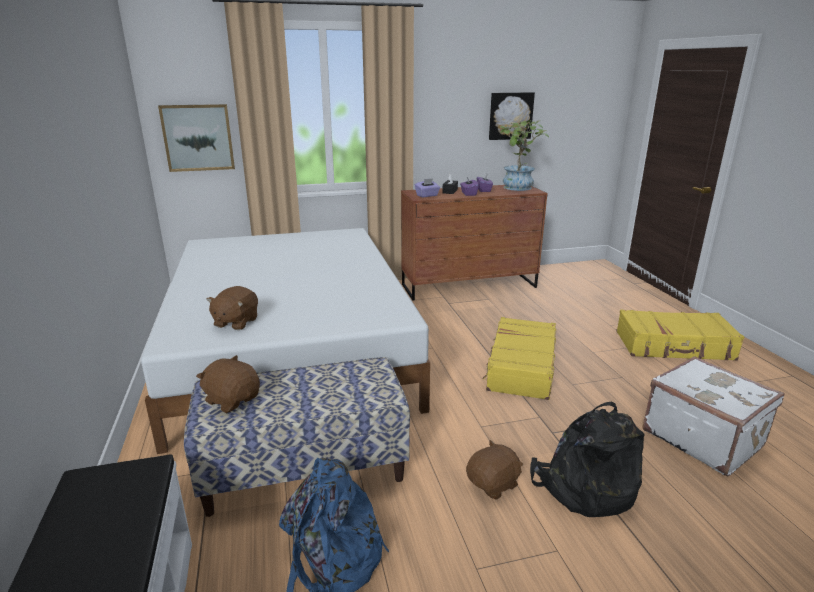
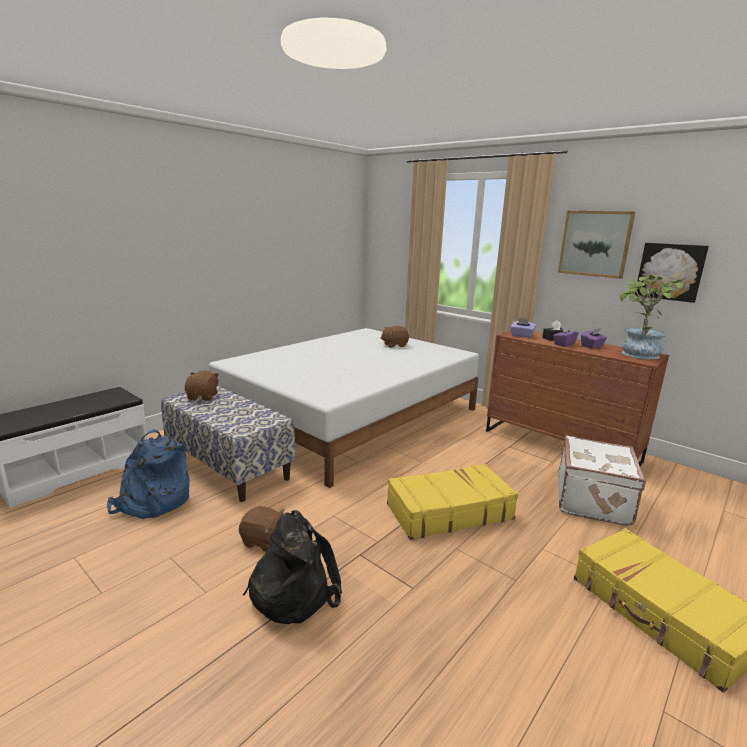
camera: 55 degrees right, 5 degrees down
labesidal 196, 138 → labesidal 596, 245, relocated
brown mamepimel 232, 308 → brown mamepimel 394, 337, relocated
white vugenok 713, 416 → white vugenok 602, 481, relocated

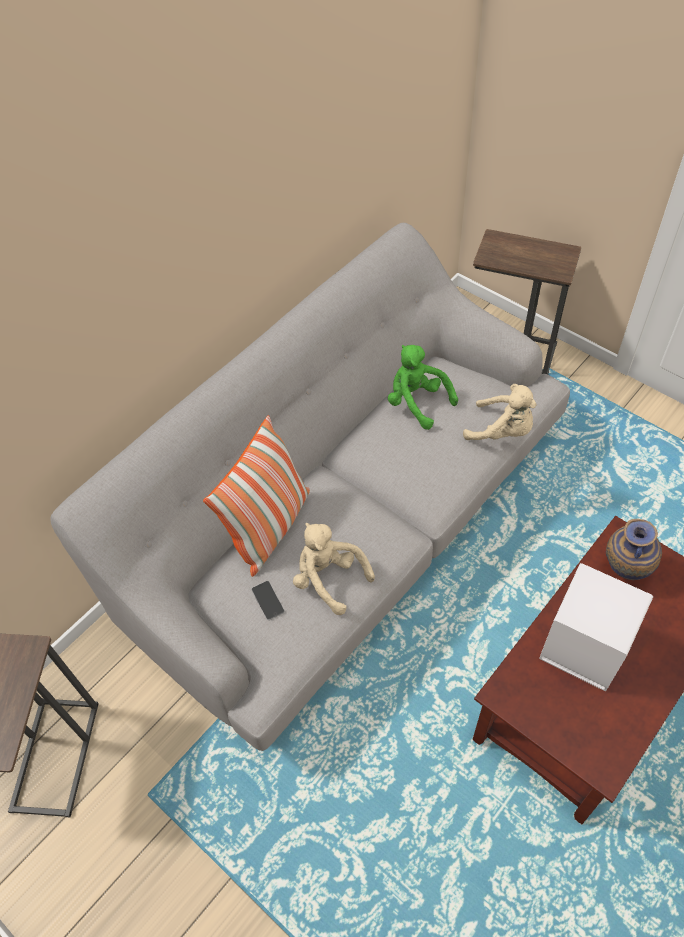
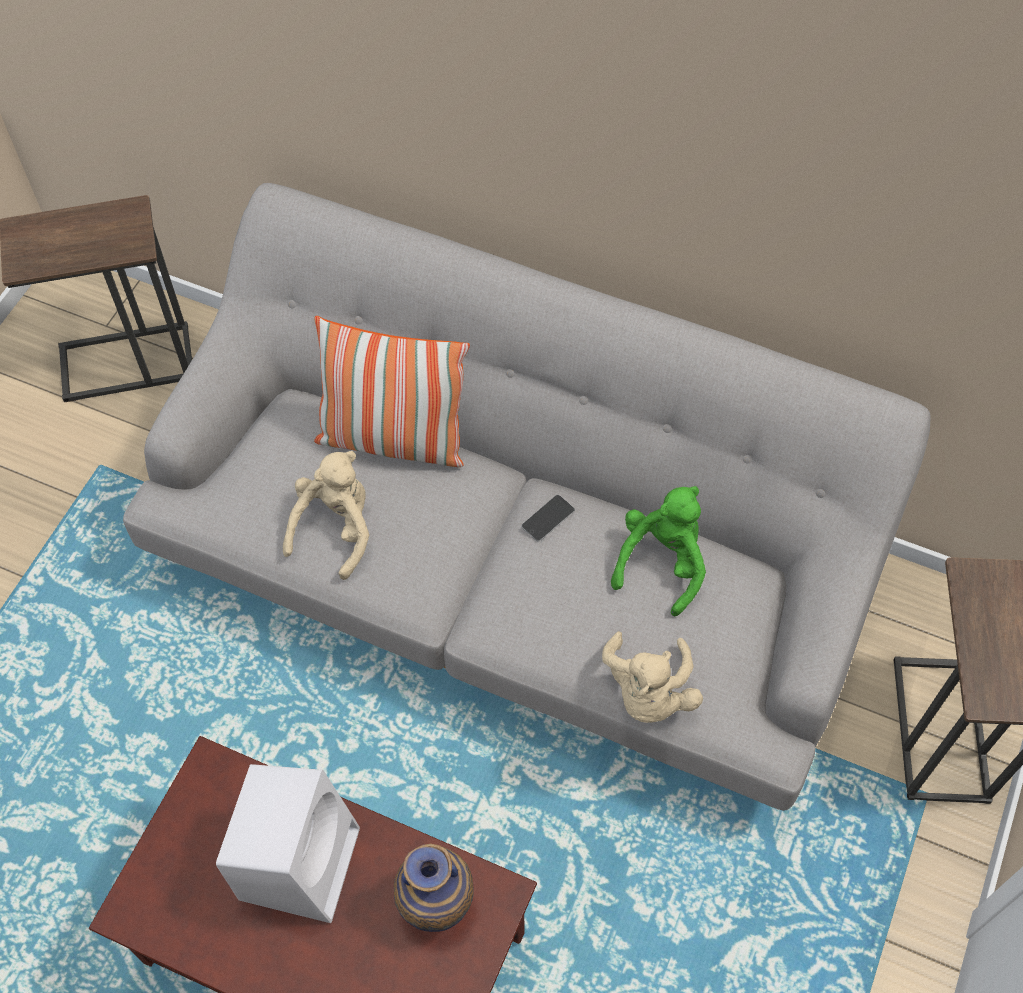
camera: 70 degrees right, 5 degrees up
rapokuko 268, 600 → rapokuko 548, 518, relocated

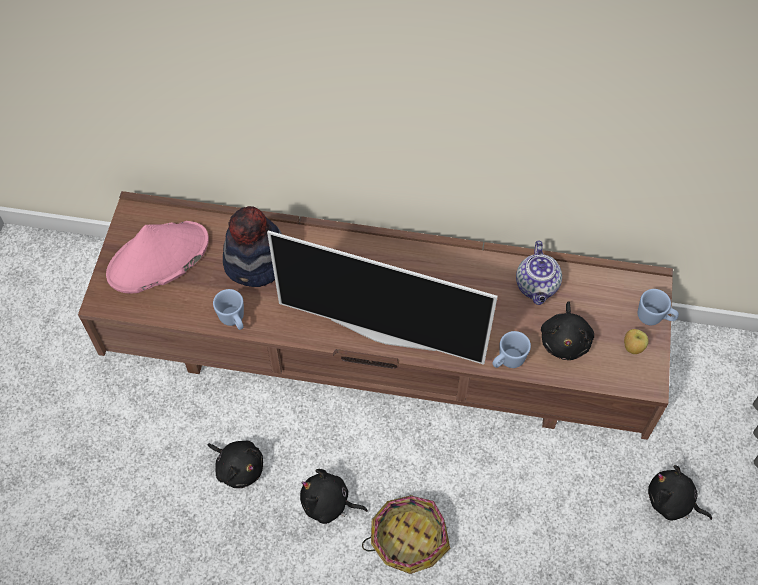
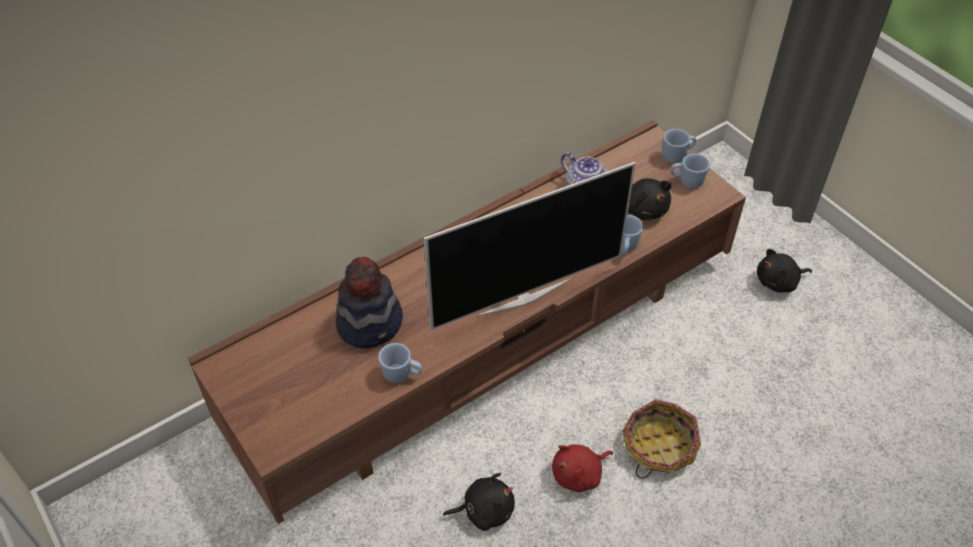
camera: 45 degrees left, 10 degrees down
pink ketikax 157, 257 → -
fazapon 636, 341 → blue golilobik 690, 171
black mamepimel 334, 496 → red mamepimel 582, 468

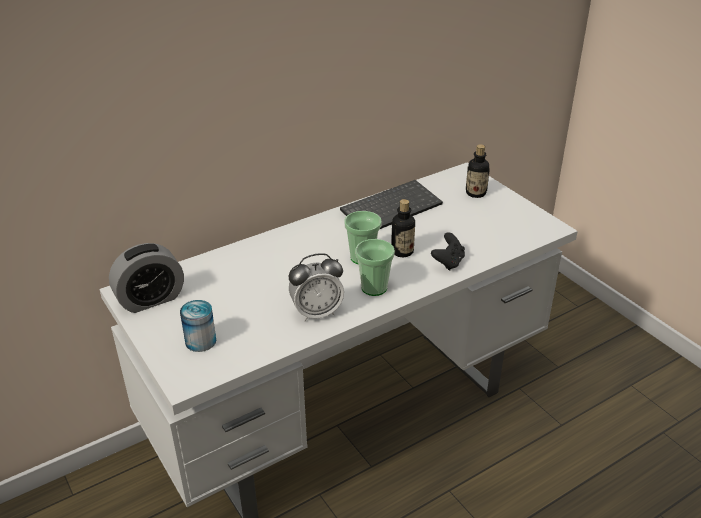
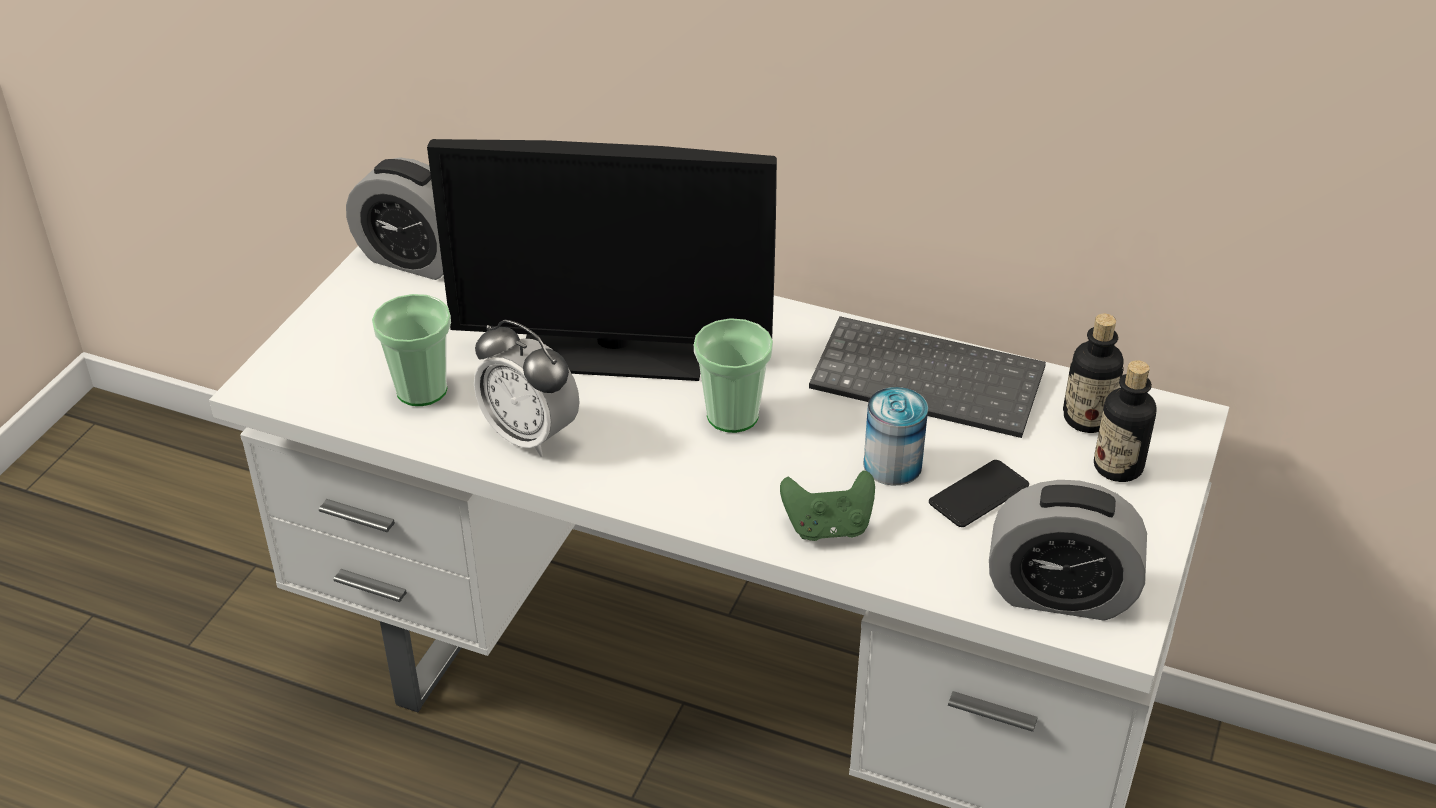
camera: 55 degrees right, 5 degrees up
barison 403, 228 → barison 1093, 373, relocated
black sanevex 448, 251 → green sanevex 827, 506
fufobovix 375, 267 → fufobovix 411, 350, relocated
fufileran 198, 326 → fufileran 895, 436, relocated
- → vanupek 602, 260
- → rapokuko 979, 493
- → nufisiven 1068, 550

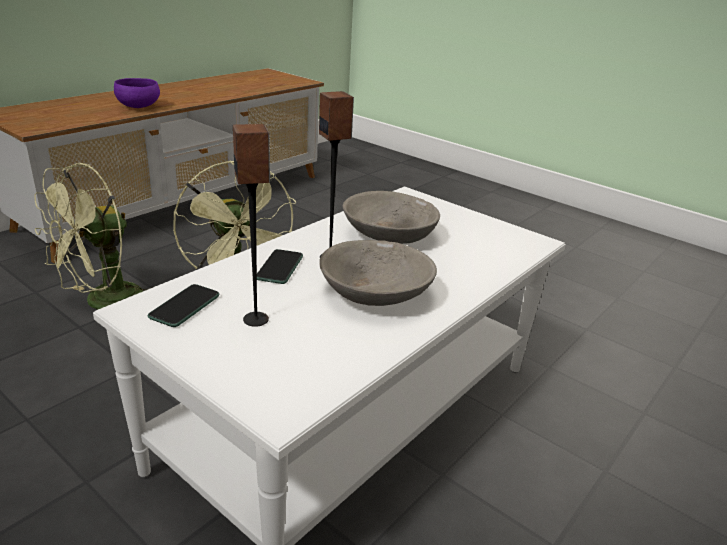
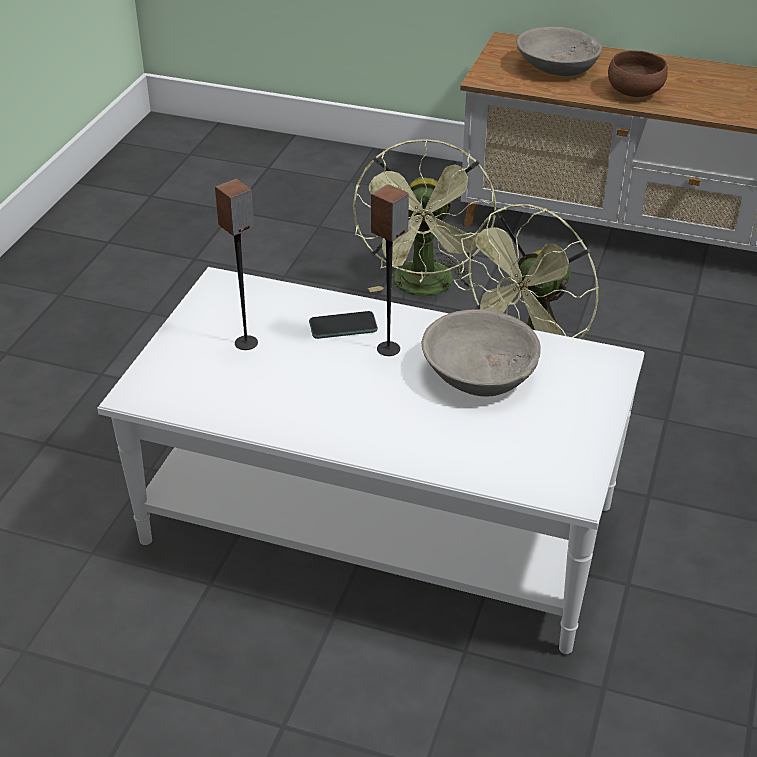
camera: 70 degrees right, 10 degrees up
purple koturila 137, 93 → brown koturila 638, 73
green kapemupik 94, 236 → green kapemupik 424, 217, 105 degrees counterclockwise
grey koturila 378, 273 → grey koturila 559, 51, relocated
rapokuko 183, 305 → -

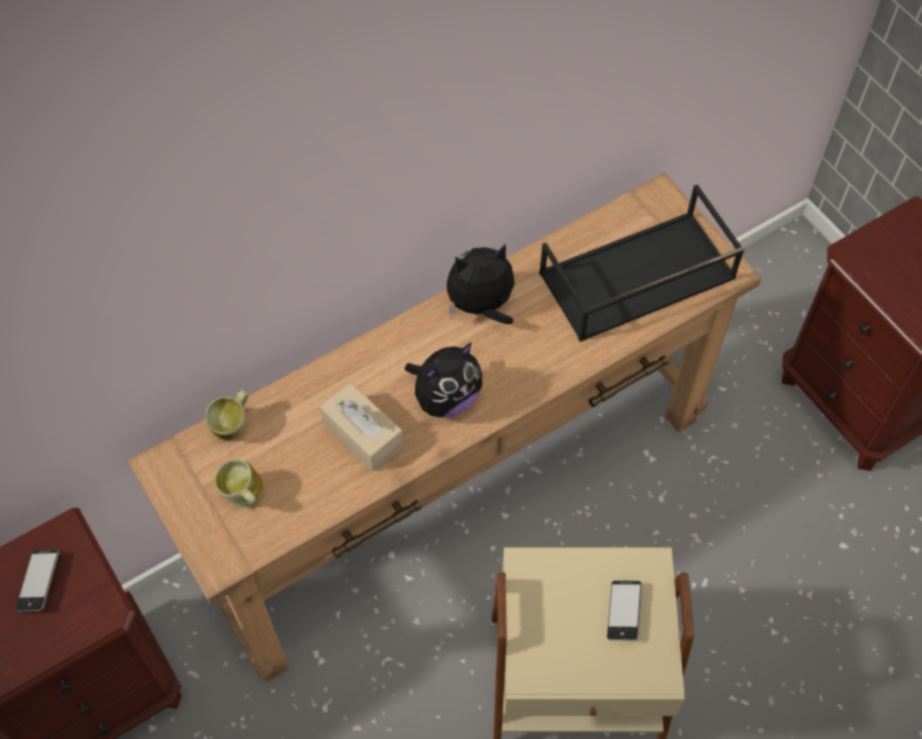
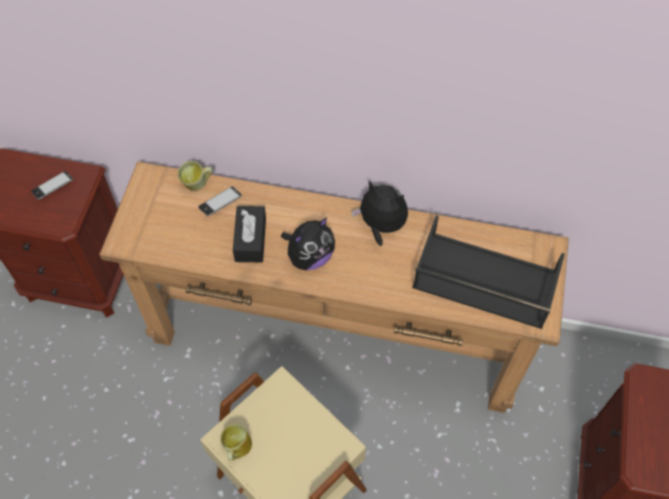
camera: 45 degrees right, 0 degrees up
mamepimel 443, 380 → mamepimel 308, 244, 45 degrees counterclockwise
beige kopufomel 361, 427 → black kopufomel 249, 234
golilobik 239, 483 → golilobik 236, 442, relocated
rapokuko 624, 611 → rapokuko 220, 201, relocated

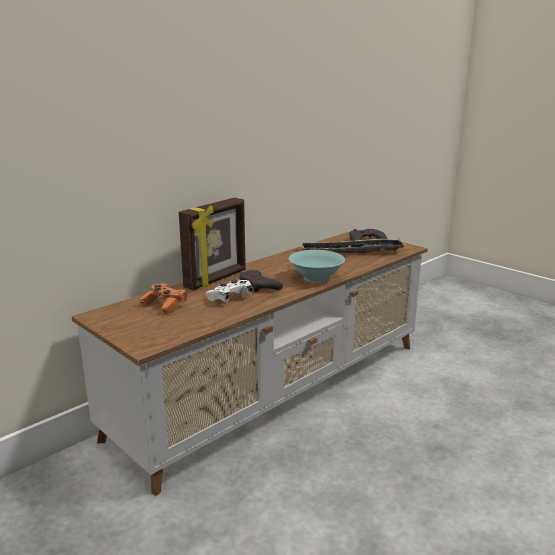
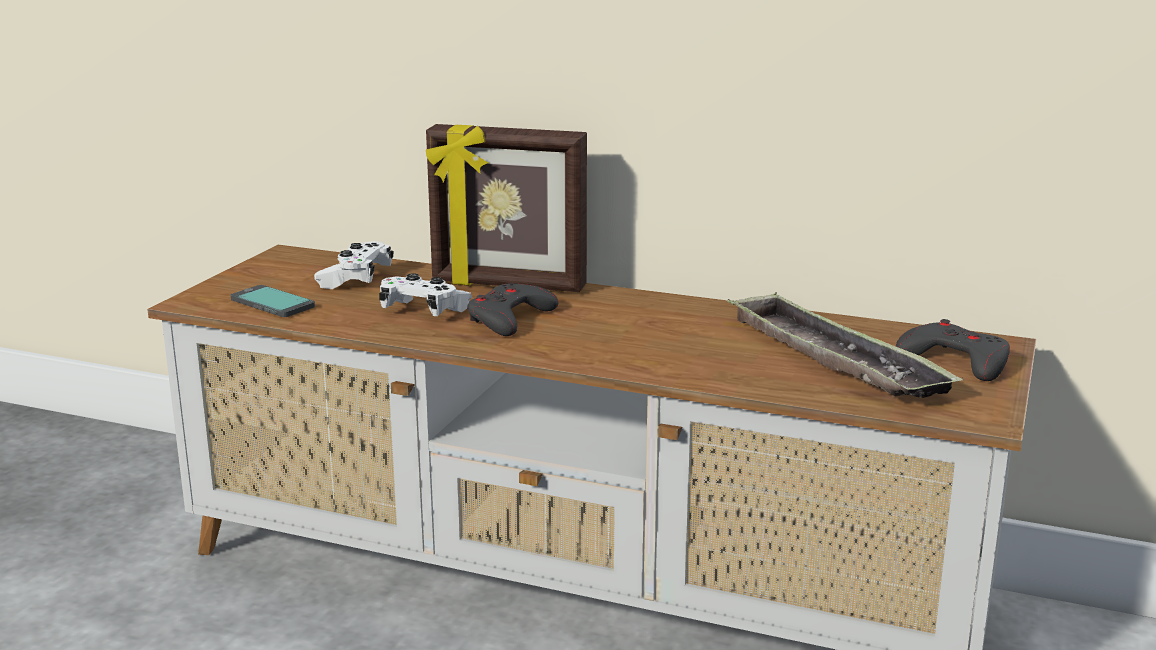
camera: 65 degrees right, 0 degrees up
turquoise koturila 317, 266 → -
orange sanevex 163, 298 → white sanevex 353, 265
- → rapokuko 273, 301

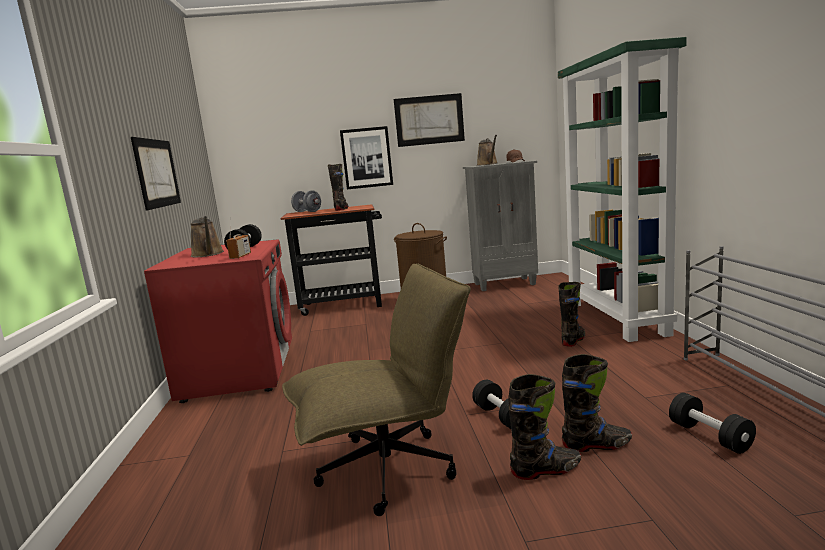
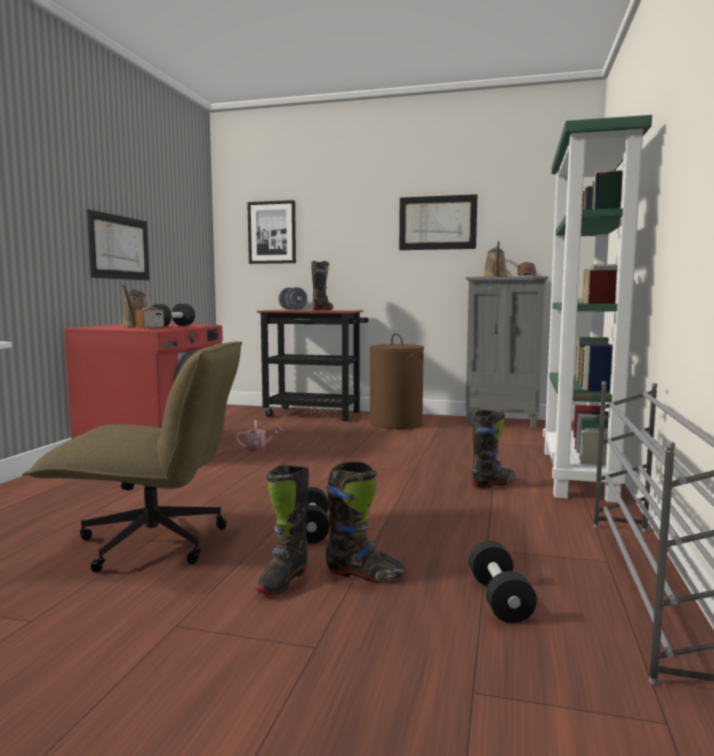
camera: 20 degrees right, 5 degrees down
labesidal 366, 157 → labesidal 271, 232, relocated
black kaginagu 544, 427 → black kaginagu 282, 530, 105 degrees clockwise
- → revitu 259, 436

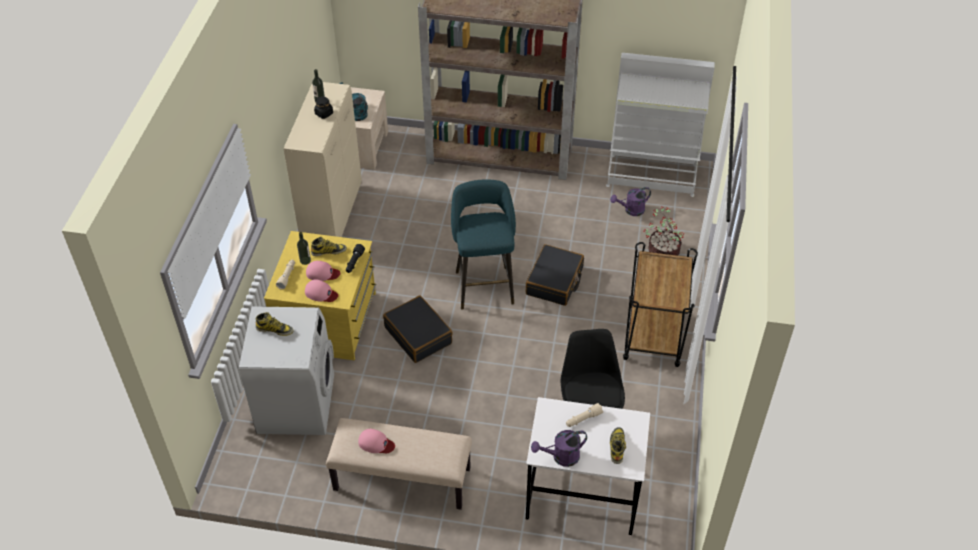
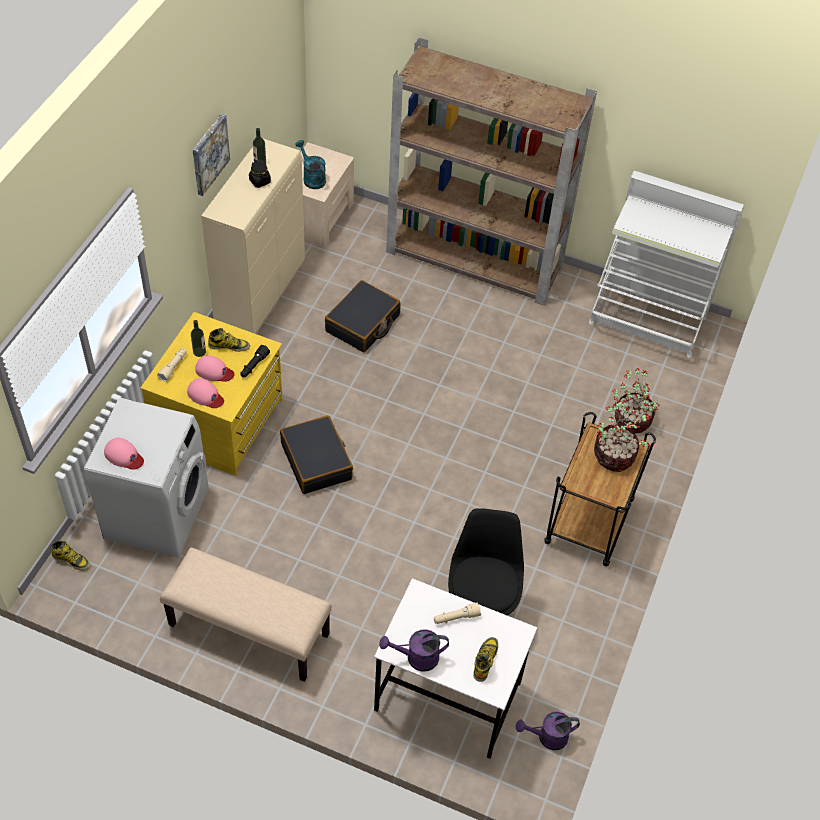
camera: 10 degrees right, 5 degrees up
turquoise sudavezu 483, 244 → -
purple revitu 630, 201 → purple revitu 548, 730, relocated
black vugenok 555, 275 → black vugenok 363, 316, relocated
kaginagu 274, 324 → kaginagu 71, 556, relocated
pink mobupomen 376, 441 → pink mobupomen 124, 454, relocated
- → labesidal 211, 154
- → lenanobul 622, 435

